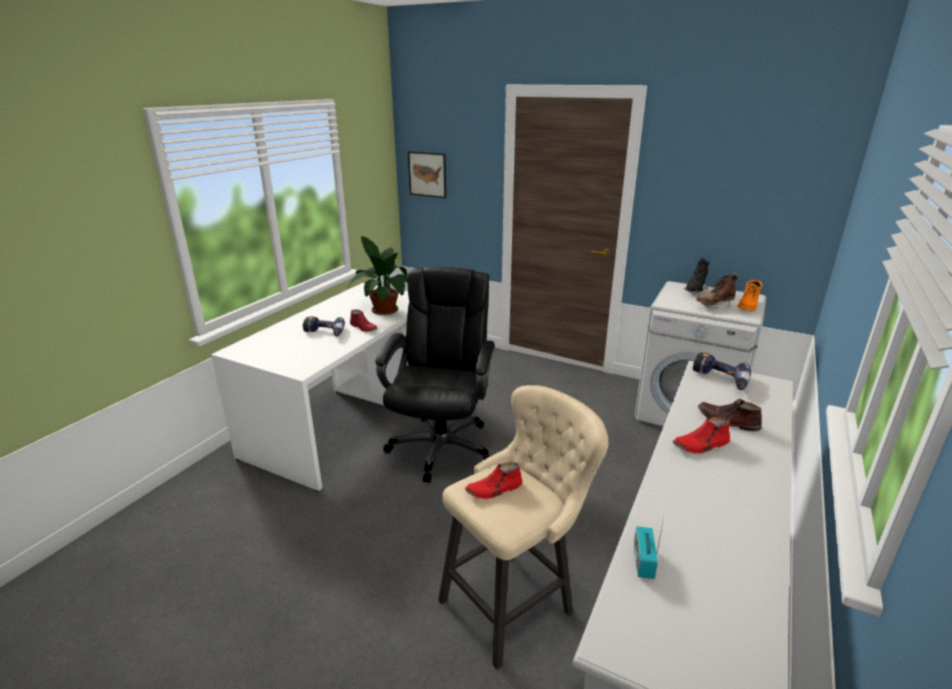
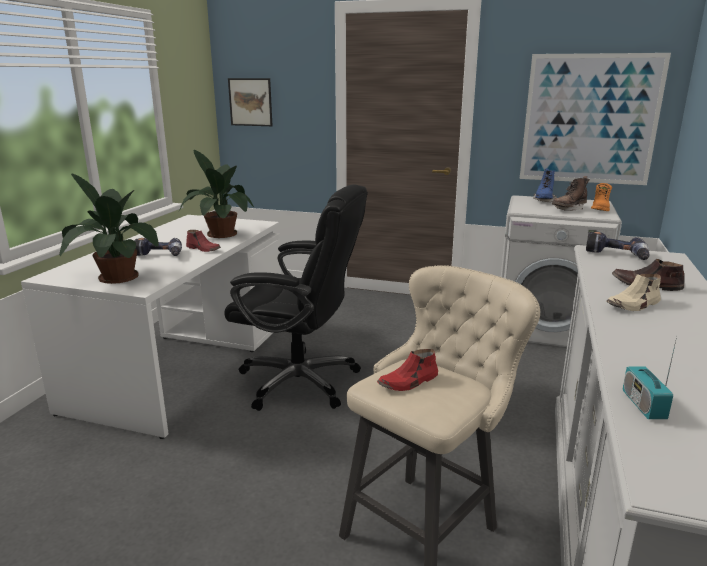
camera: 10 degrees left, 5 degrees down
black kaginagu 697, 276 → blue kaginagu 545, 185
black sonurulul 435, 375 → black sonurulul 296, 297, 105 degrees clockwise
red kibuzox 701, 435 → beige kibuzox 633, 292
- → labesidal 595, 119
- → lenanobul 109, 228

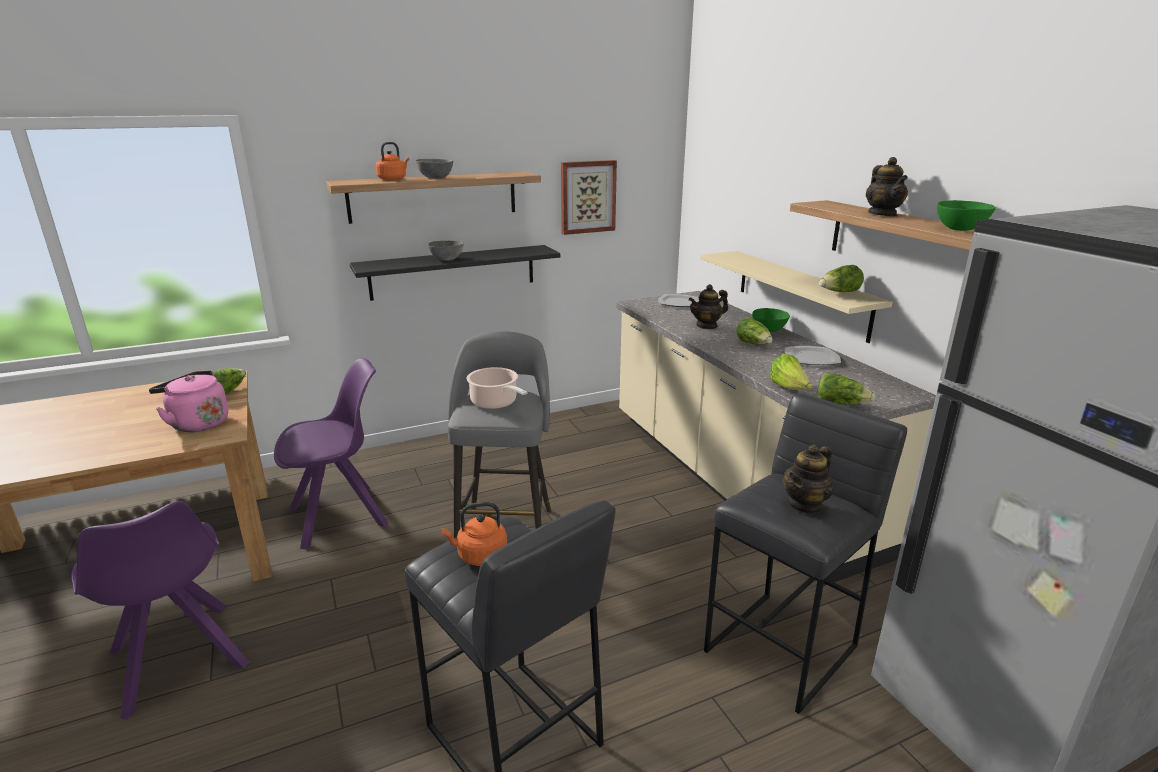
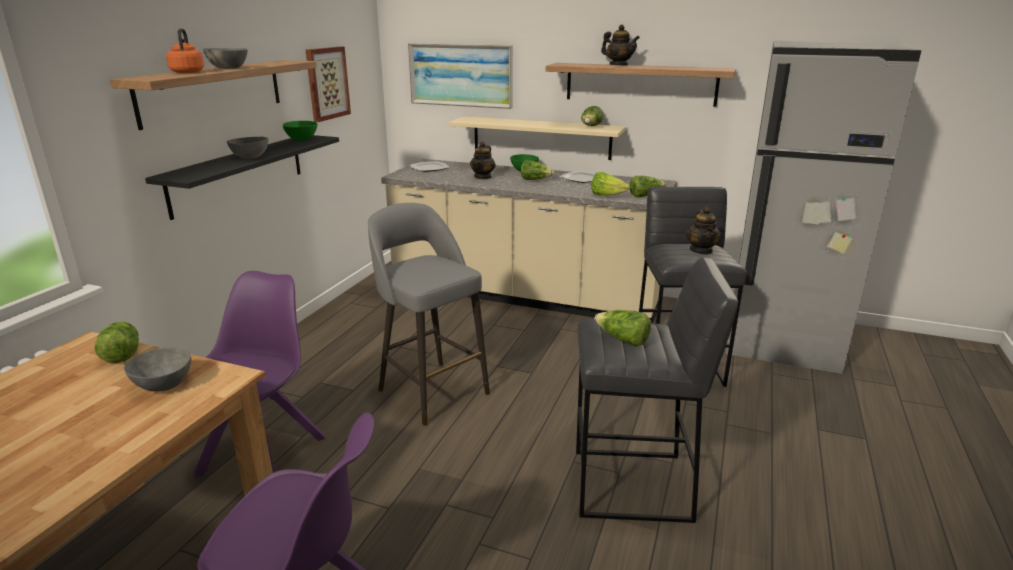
camera: 45 degrees left, 0 degrees up
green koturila 966, 215 → green koturila 300, 131, relocated
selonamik 497, 388 → -
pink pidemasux 188, 401 → grey koturila 157, 369
orange pidemasux 474, 534 → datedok 622, 328
- → labesidal 460, 76

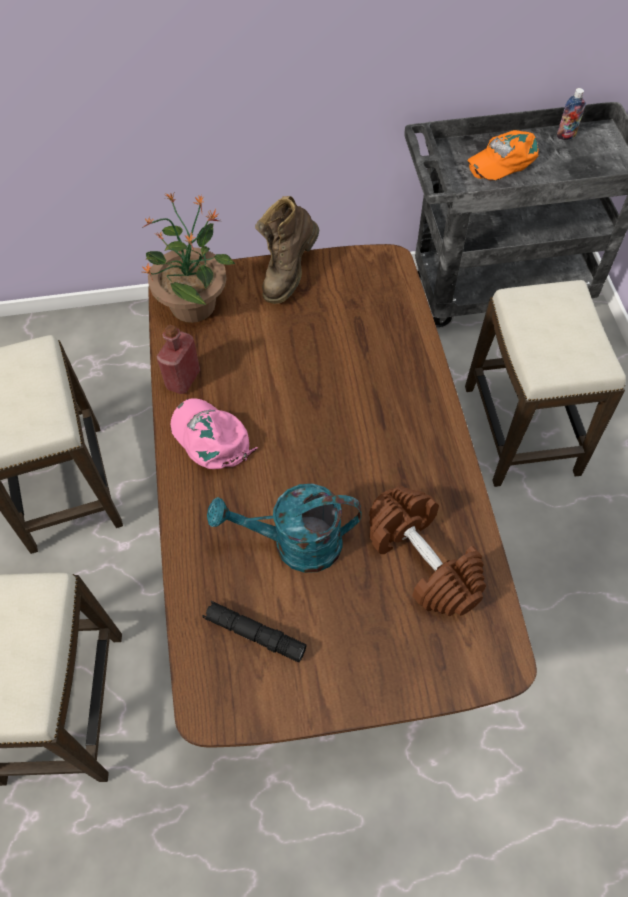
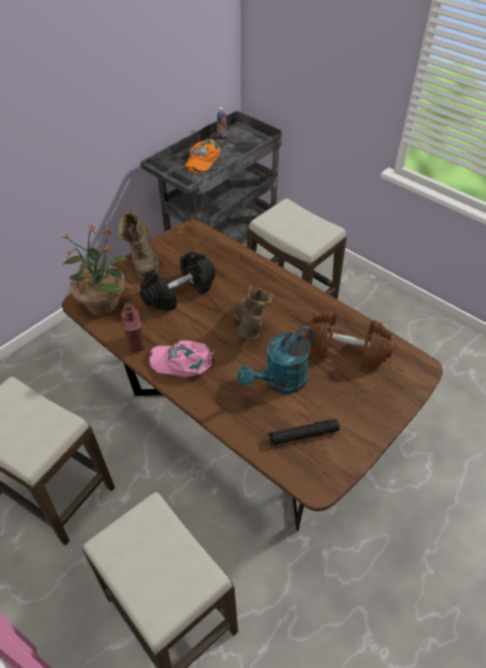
camera: 40 degrees left, 10 degrees down
- → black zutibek 177, 282
- → brown kaginagu 253, 313

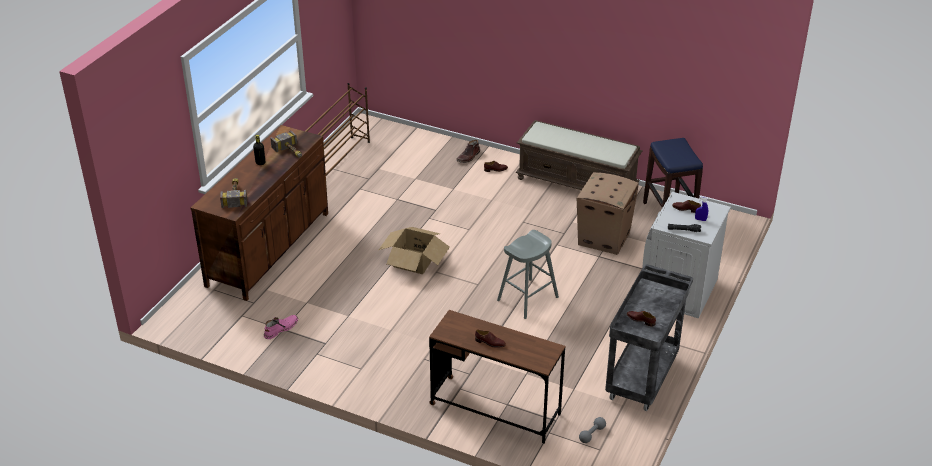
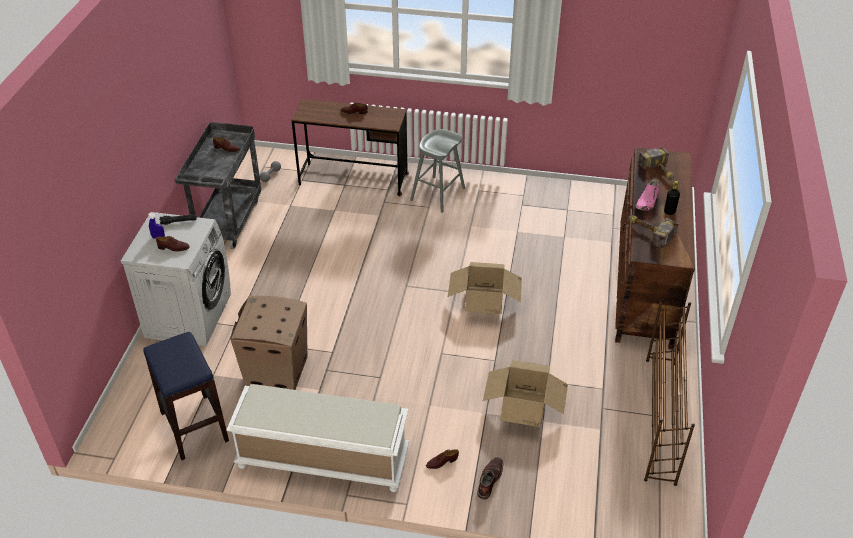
camera: 165 degrees right, 5 degrees up
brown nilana 579, 155 → white nilana 317, 438
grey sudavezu 528, 274 → grey sudavezu 437, 171, relocated
pink kaginagu 281, 327 → pink kaginagu 647, 194, relocated
- → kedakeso 525, 393

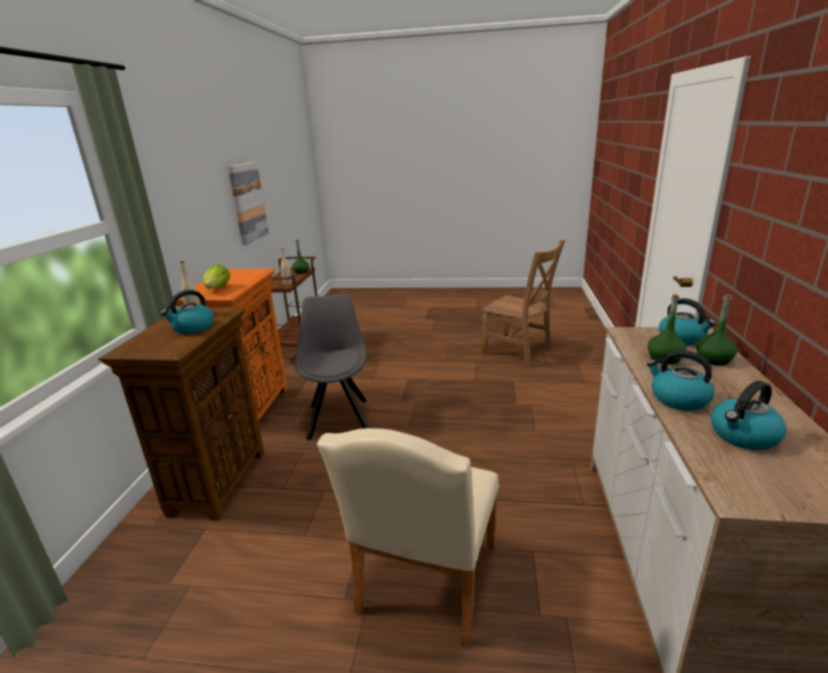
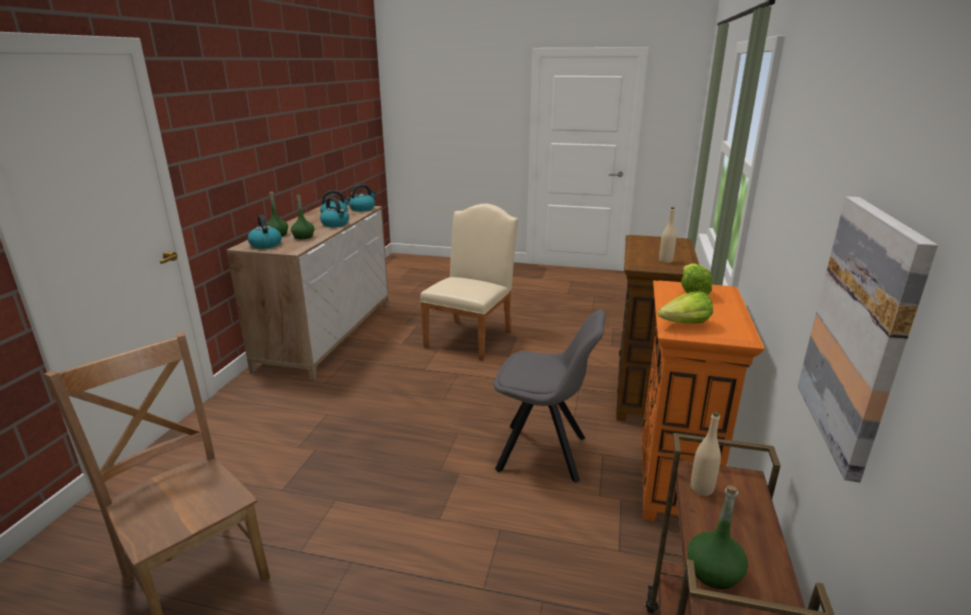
camera: 175 degrees left, 0 degrees up
pidemasux 187, 312 → pidemasux 362, 197, relocated
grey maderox 332, 367 → grey maderox 550, 396, 75 degrees counterclockwise
- → datedok 685, 308

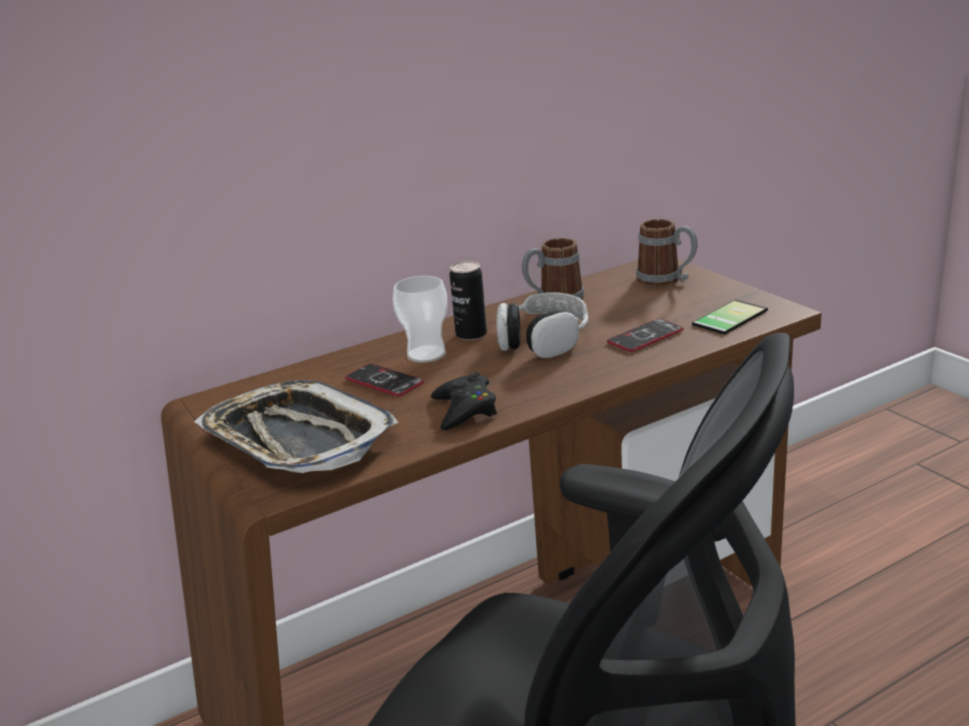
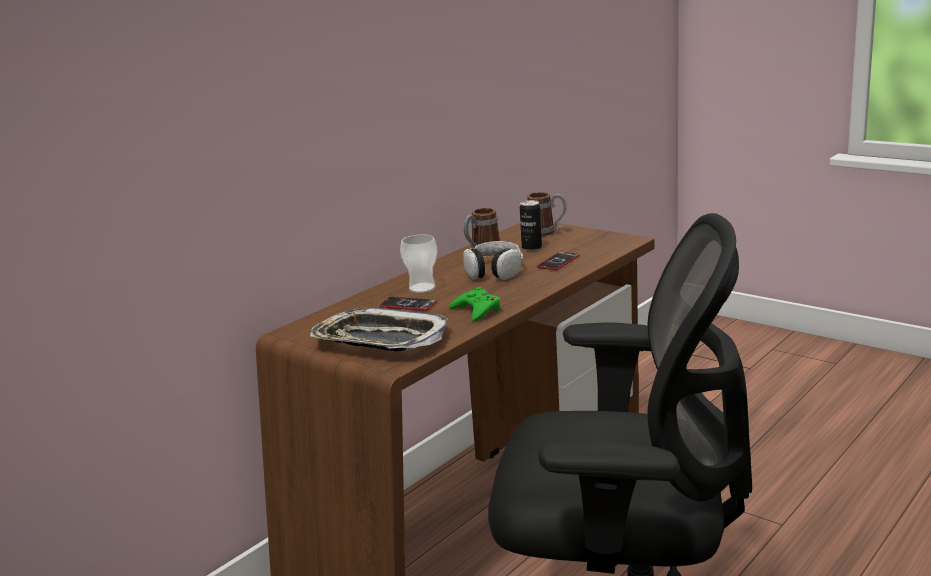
camera: 20 degrees left, 5 degrees down
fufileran 468, 300 → fufileran 531, 225, relocated
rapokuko 730, 317 → -
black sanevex 464, 401 → green sanevex 475, 304

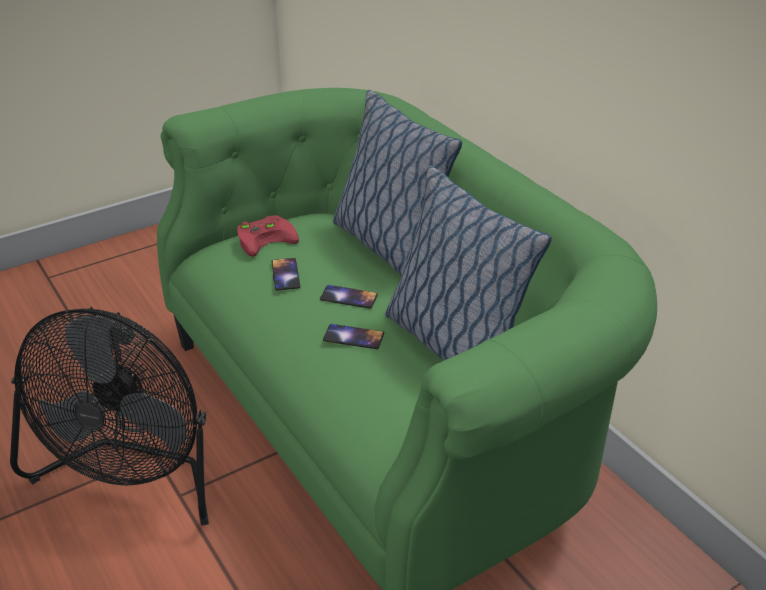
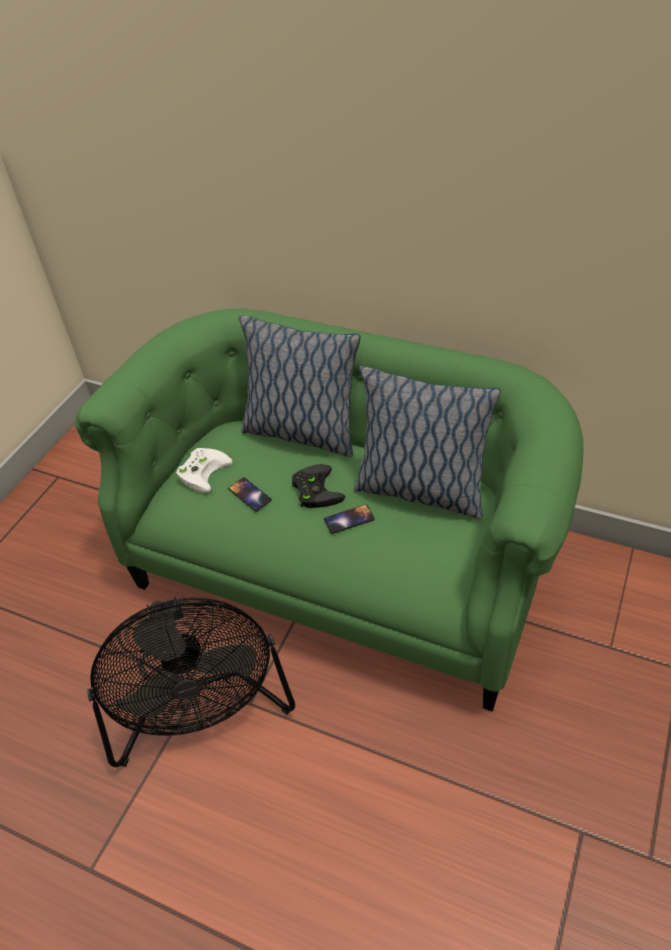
camera: 30 degrees left, 10 degrees up
red sanevex 268, 236 → white sanevex 204, 470
rapokuko 349, 296 → black sanevex 318, 486

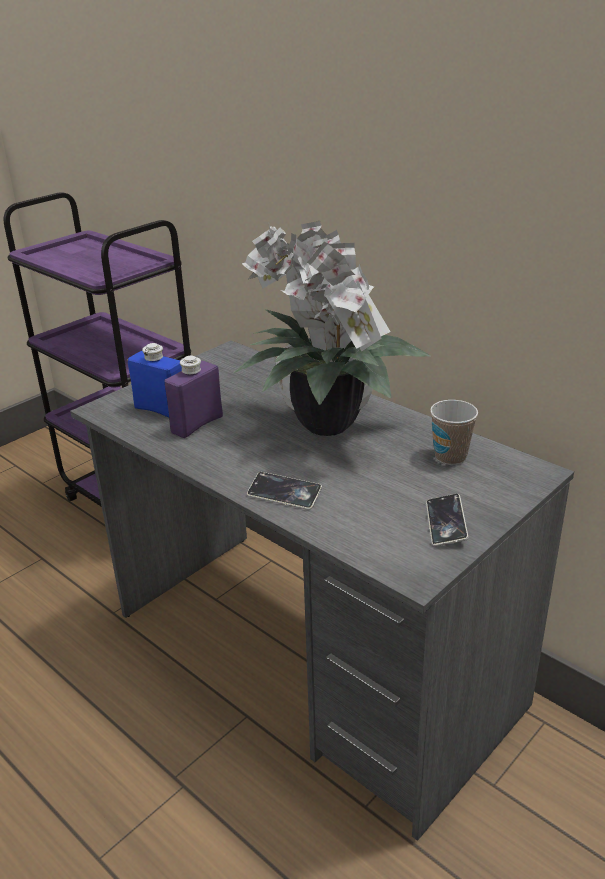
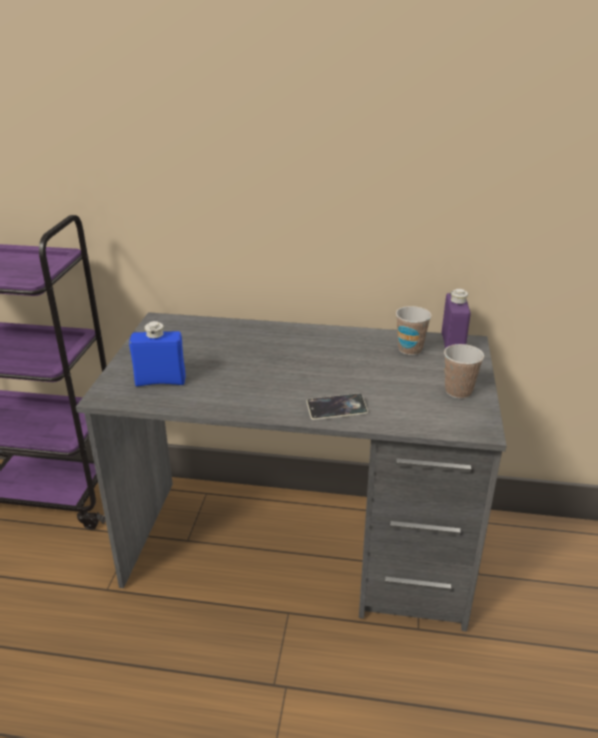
camera: 35 degrees left, 0 degrees up
lenanobul 332, 328 → -
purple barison 194, 397 → purple barison 456, 319, relocated
rapokuko 447, 520 → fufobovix 464, 371

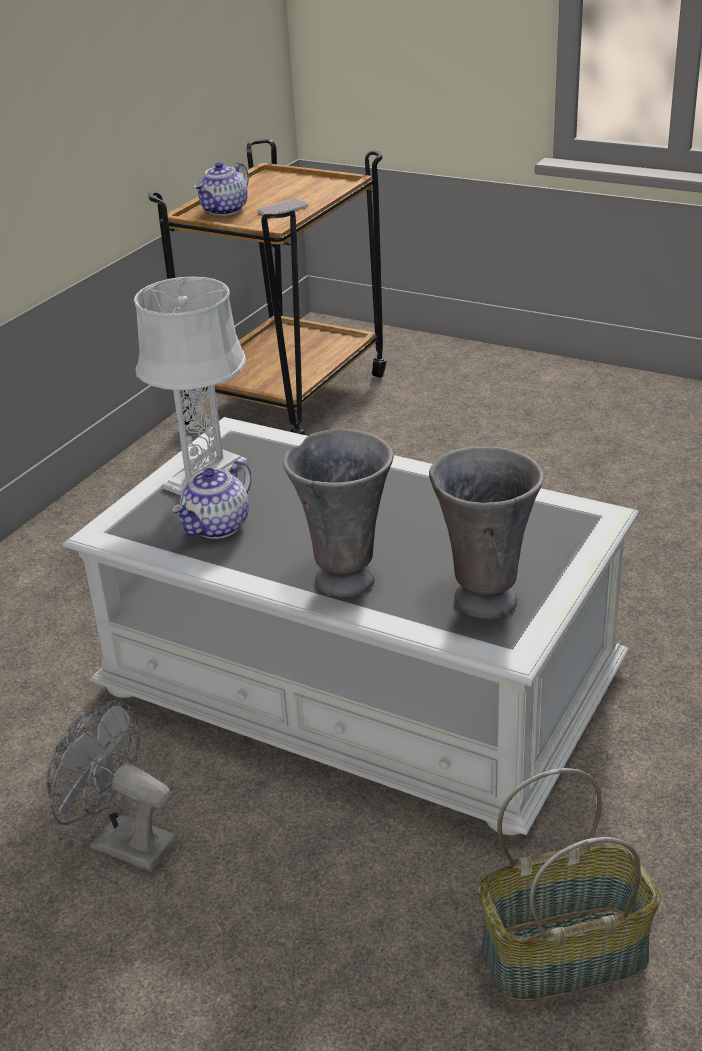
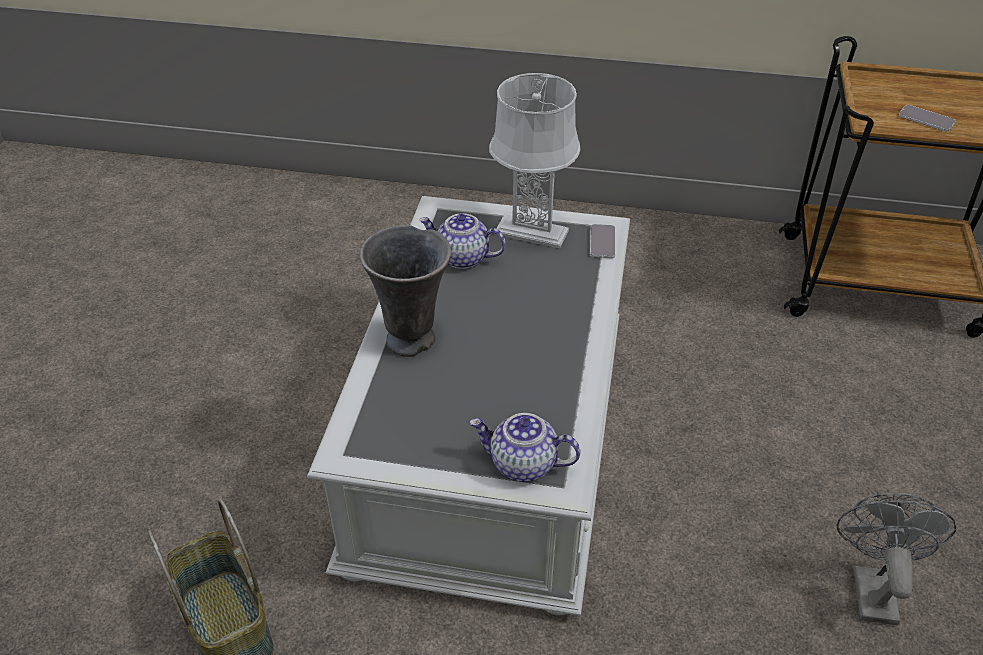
camera: 70 degrees right, 10 degrees up
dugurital 221, 189 → dugurital 524, 447, relocated
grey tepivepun 486, 532 → -
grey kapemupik 111, 786 → grey kapemupik 896, 559, relocated
- → rapokuko 603, 241

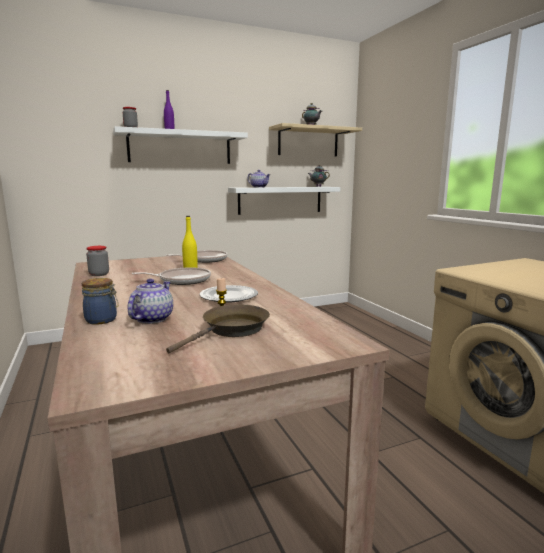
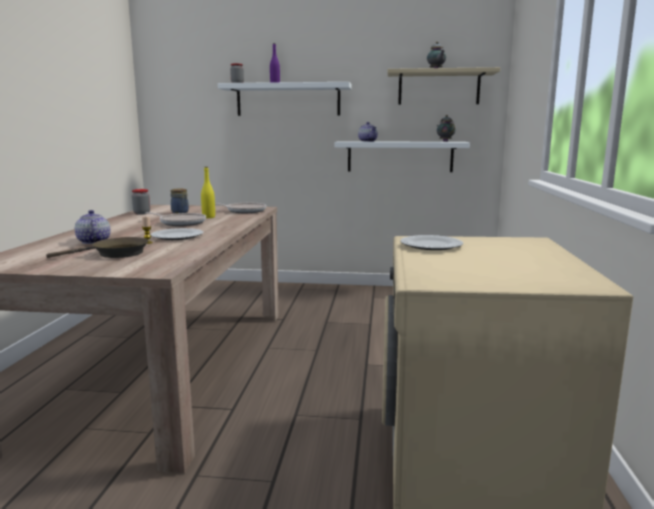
camera: 30 degrees right, 0 degrees up
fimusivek 100, 301 → fimusivek 179, 200, relocated
dugurital 150, 301 → dugurital 92, 227, 75 degrees counterclockwise
- → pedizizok 431, 242

